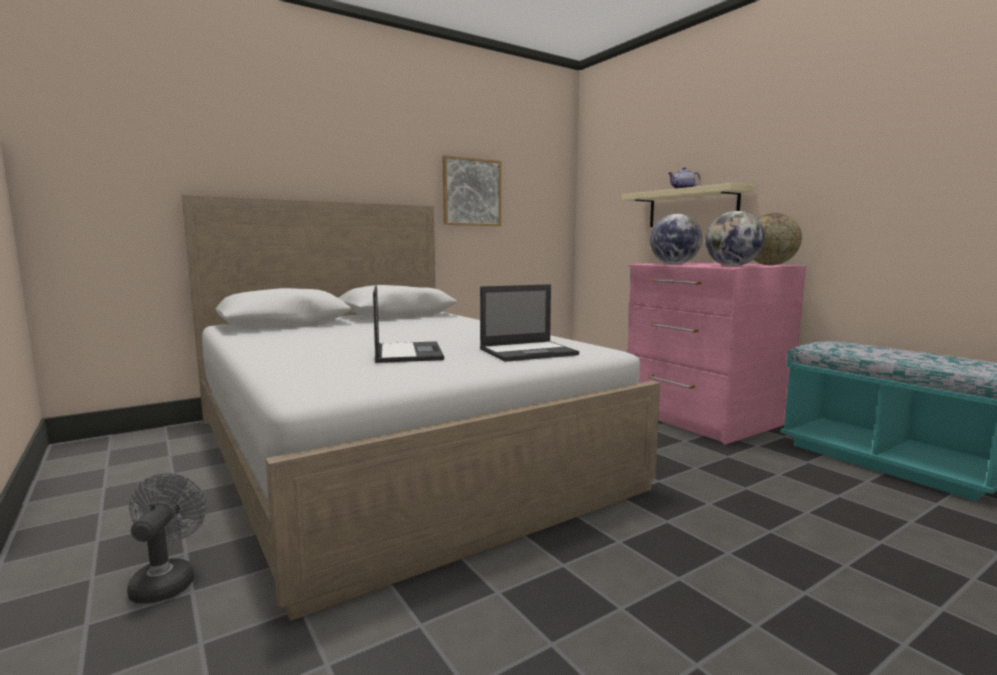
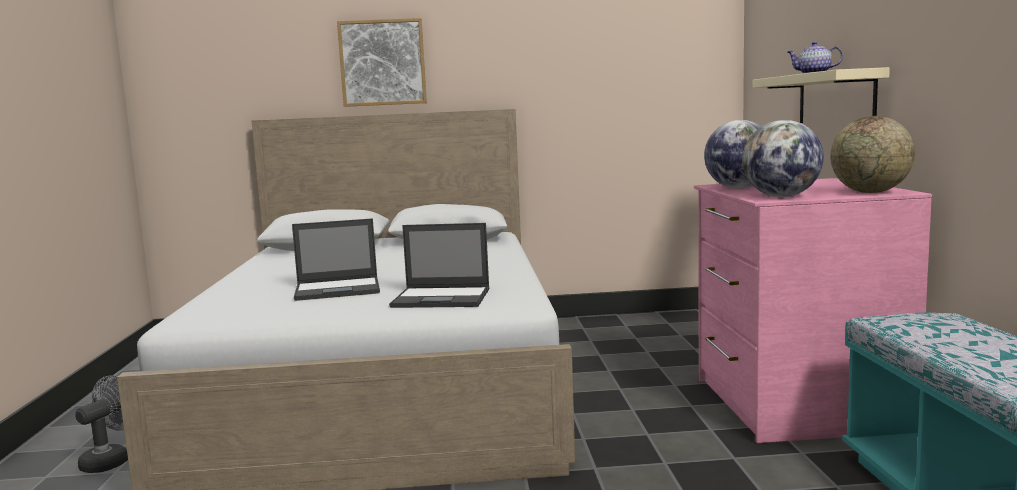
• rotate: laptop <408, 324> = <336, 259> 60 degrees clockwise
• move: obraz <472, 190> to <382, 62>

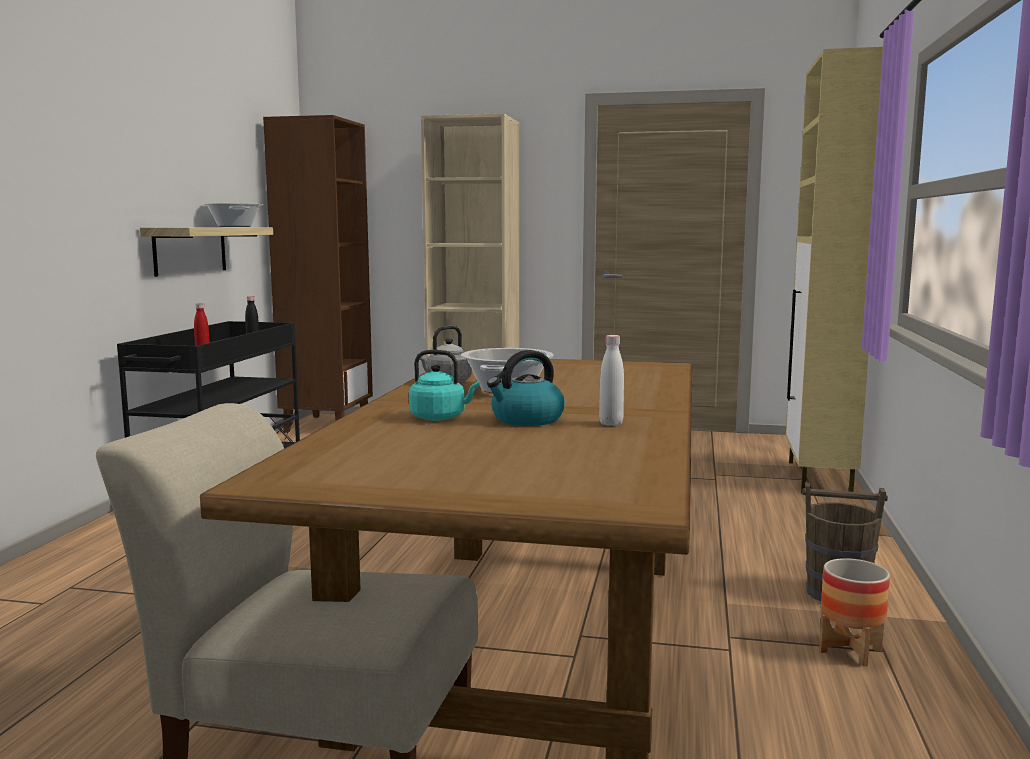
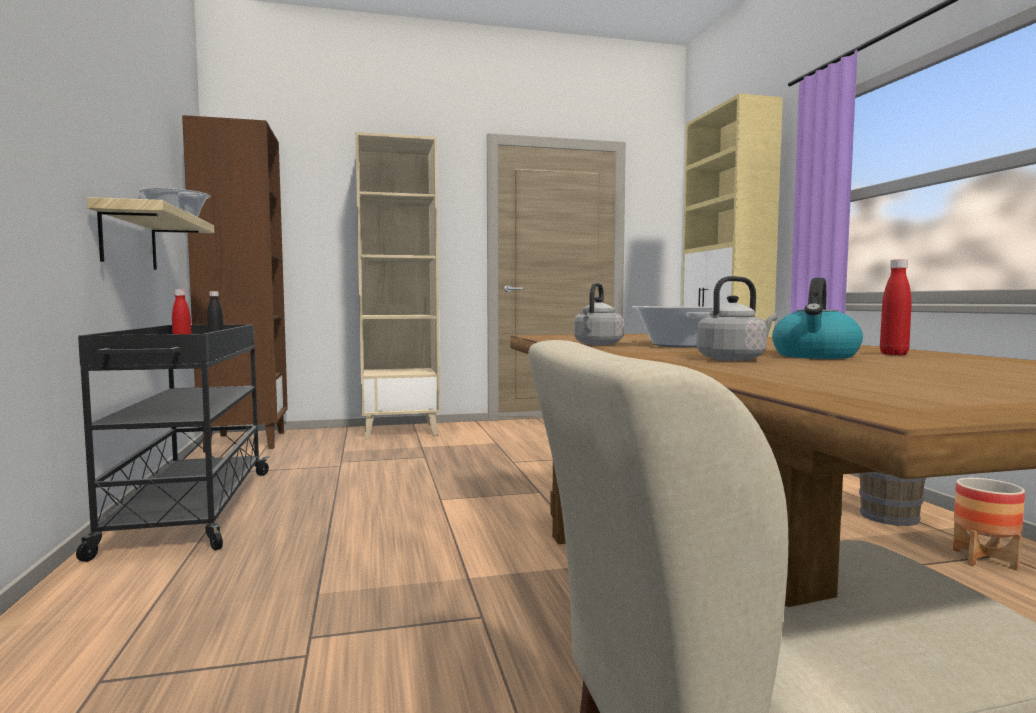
• recolor: czajnik/turkusowy <444, 385> to czajnik/szary <737, 318>
• recolor: butelka/biały <611, 380> to butelka/czerwony <895, 307>

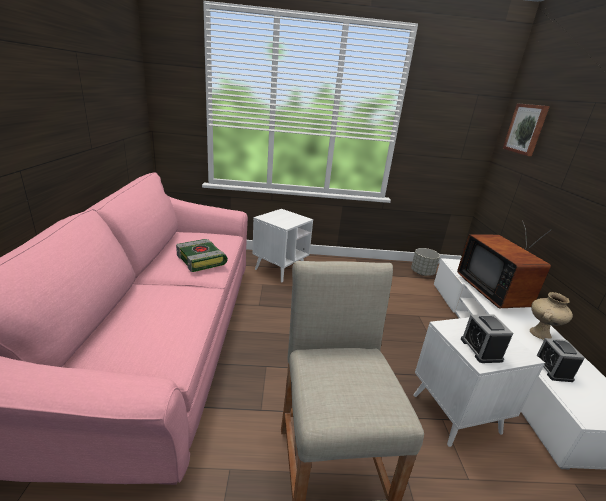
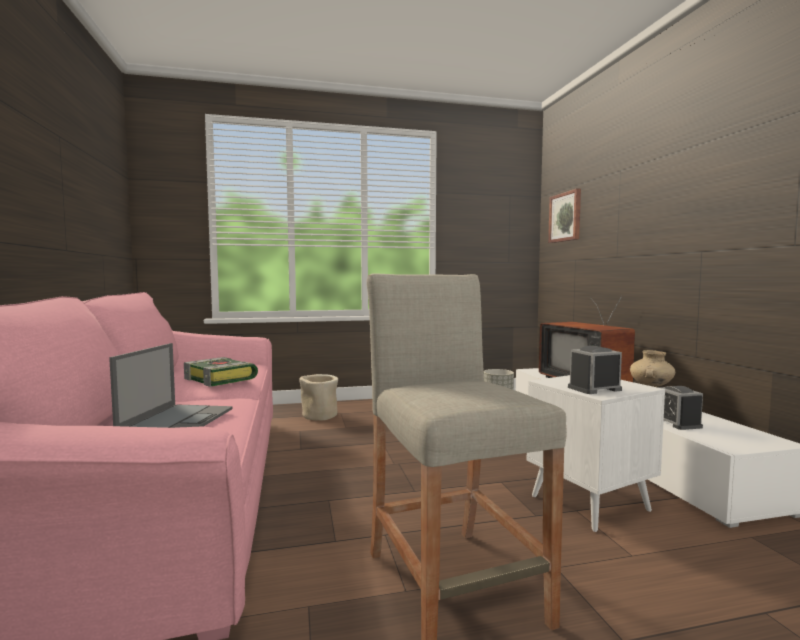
• replace: stolik/biały <282, 246> to donica/beżowy <319, 397>
• rotate: budzik <487, 338> = <595, 369> 90 degrees clockwise
• insert: laptop <171, 385>

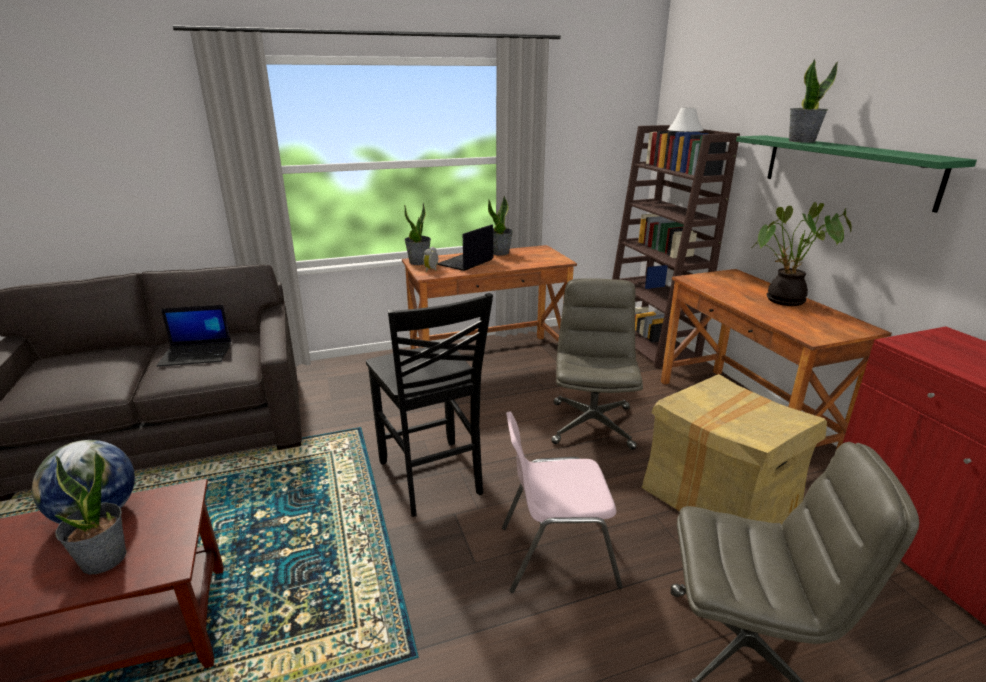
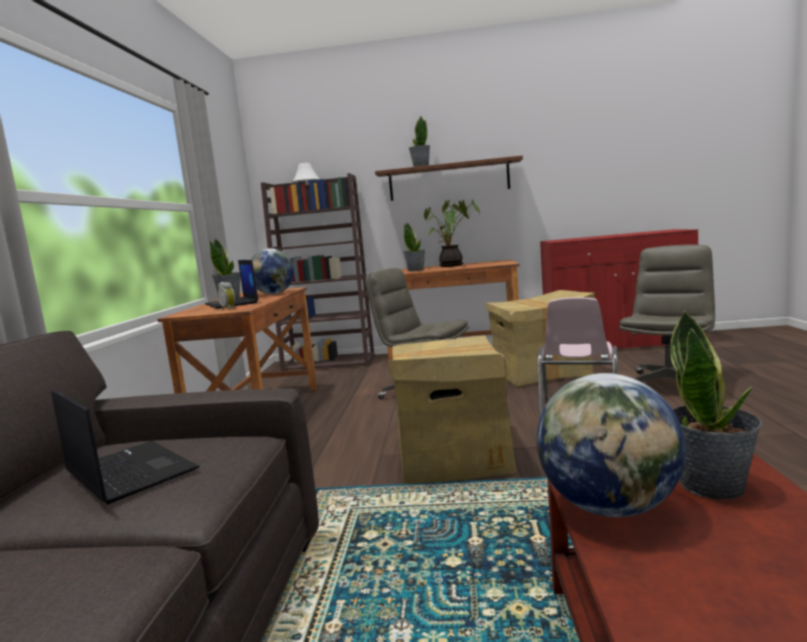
• rotate: laptop <193, 336> = <125, 447> 60 degrees counterclockwise
• replace: krzesło/czarny <429, 405> to karton <452, 409>
• move: roślina doniczkowa <417, 233> to <414, 247>
• recolor: półka/zielony <856, 174> to półka/brązowy <449, 178>
• insert: globus <272, 271>

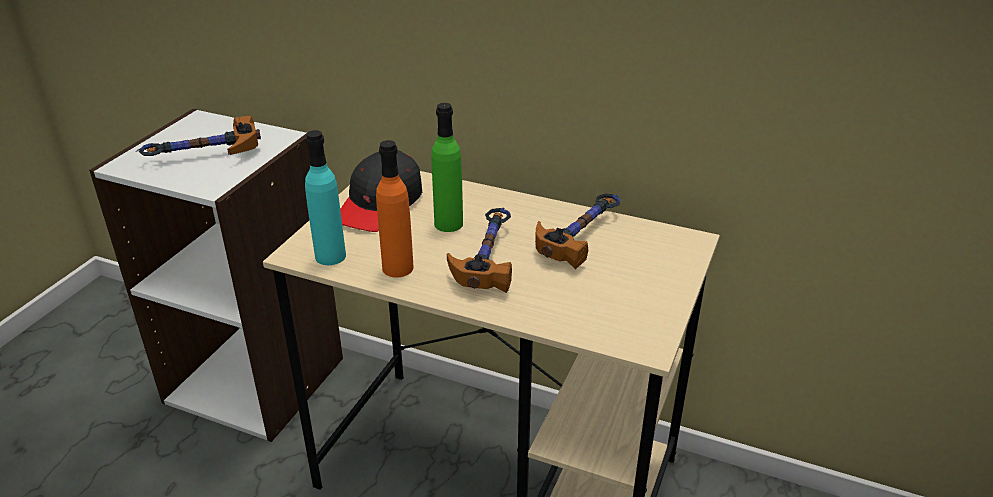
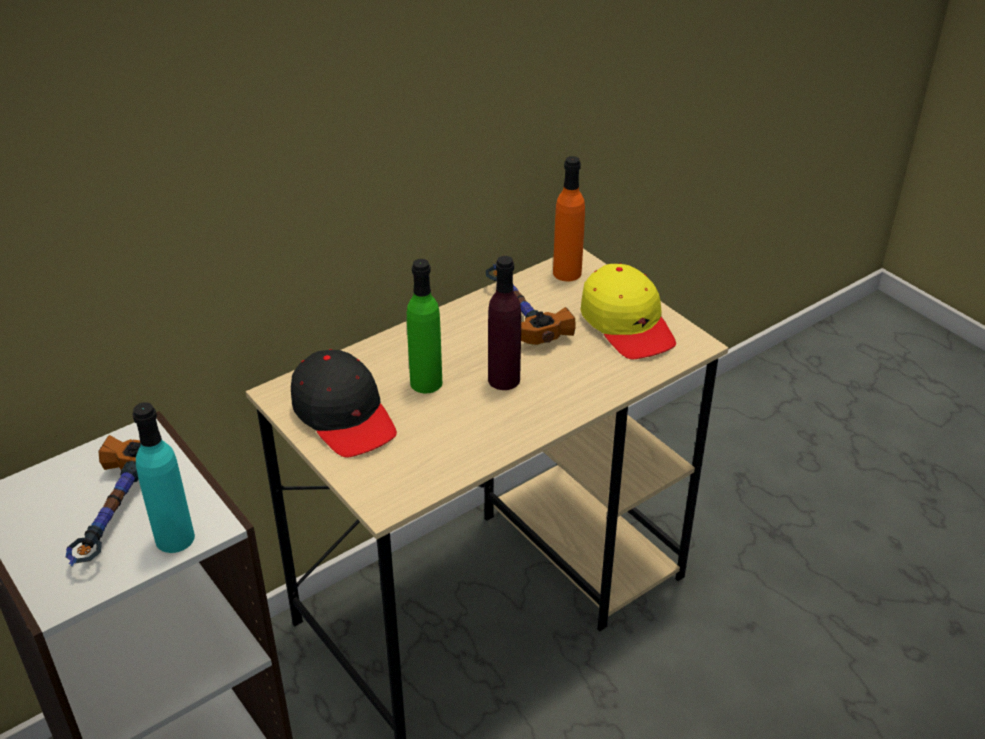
• move: butelka/turkusowy <325, 197> to <163, 477>
• move: butelka/pomarańczowy <394, 208> to <569, 218>
• replace: młotek <479, 250> to butelka/fioletowy <504, 323>
• insert: czapka z daszkiem/żółty <628, 311>

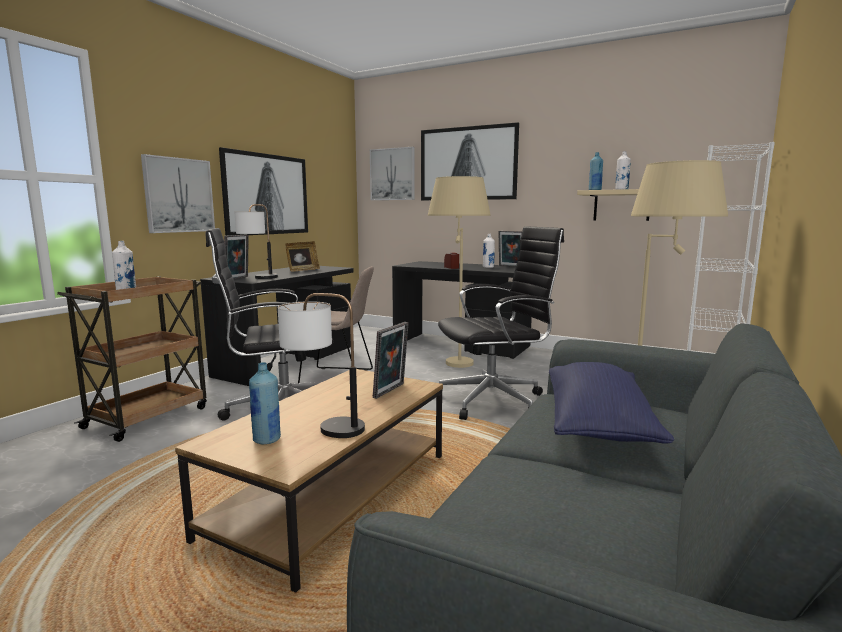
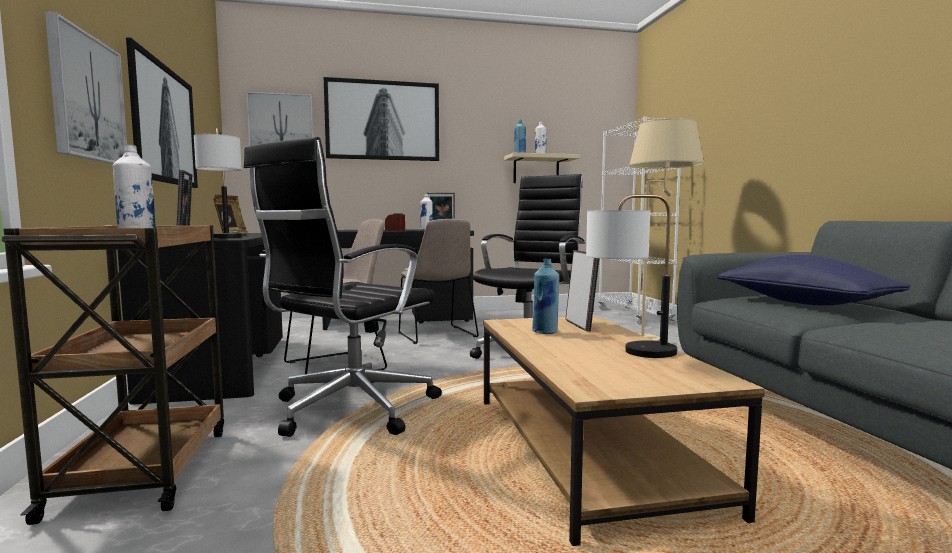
• move: butelka/niebieski <265, 403> to <545, 296>
• replace: lampa stojąca/beżowy <459, 272> to krzesło/beżowy <439, 281>

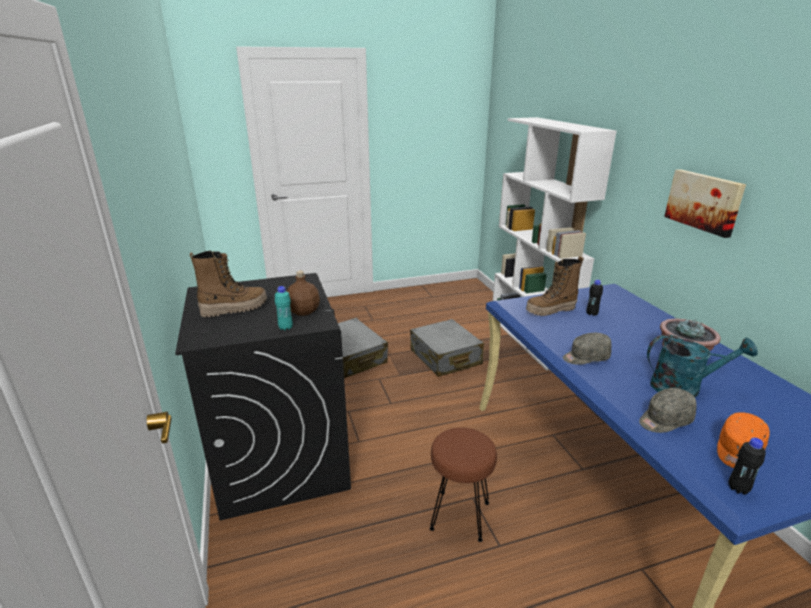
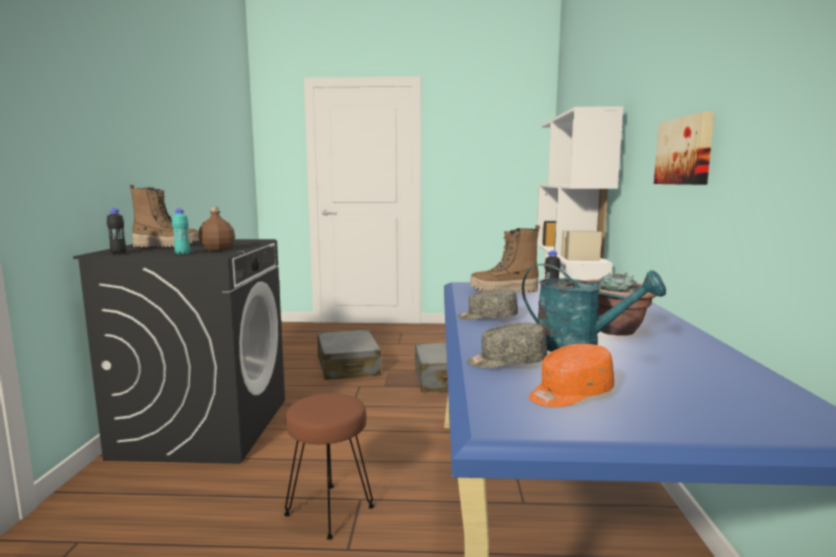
• move: butelka/czarny <747, 466> to <116, 231>

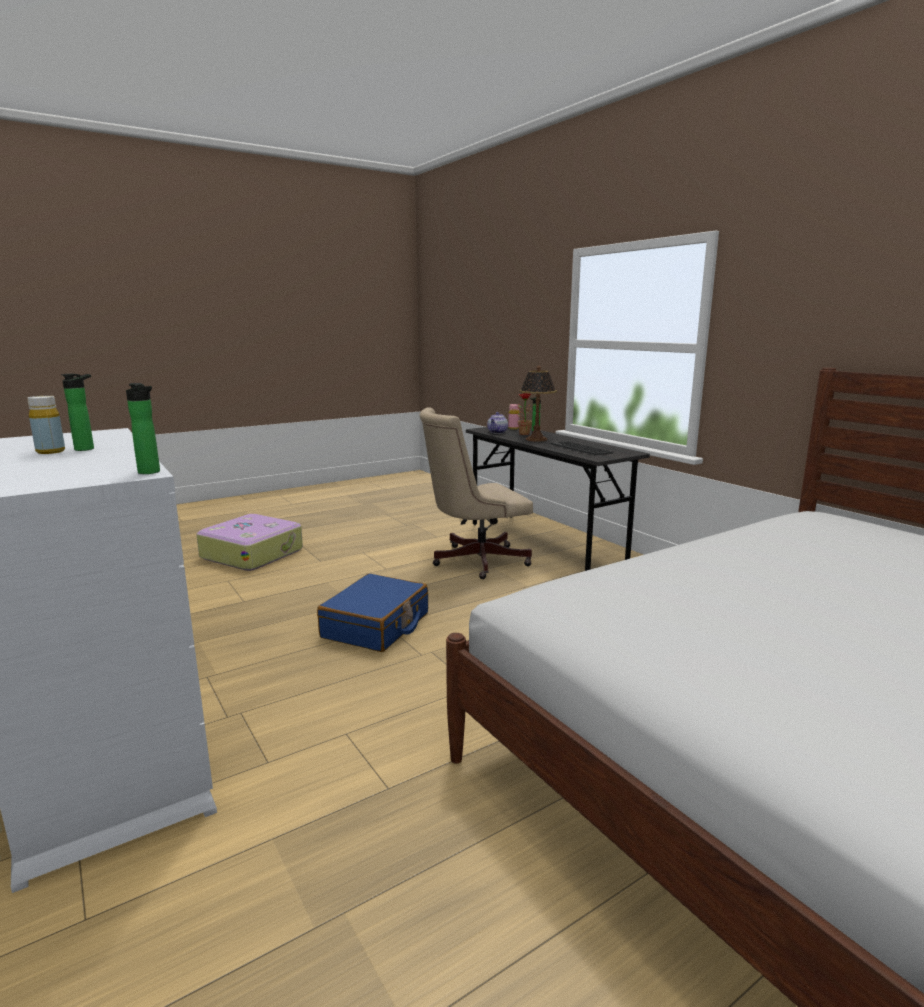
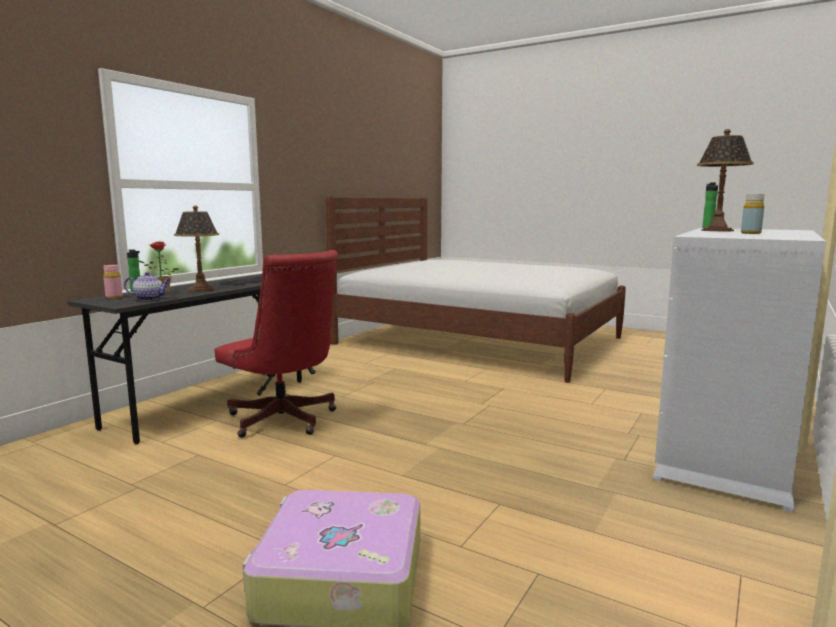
• delete: butelka <77, 412>
• delete: walizka/niebieski <372, 613>
• recolor: krzesło biurowe/beżowy <476, 493> to krzesło biurowe/czerwony <276, 344>
• insert: lampa stołowa <725, 180>

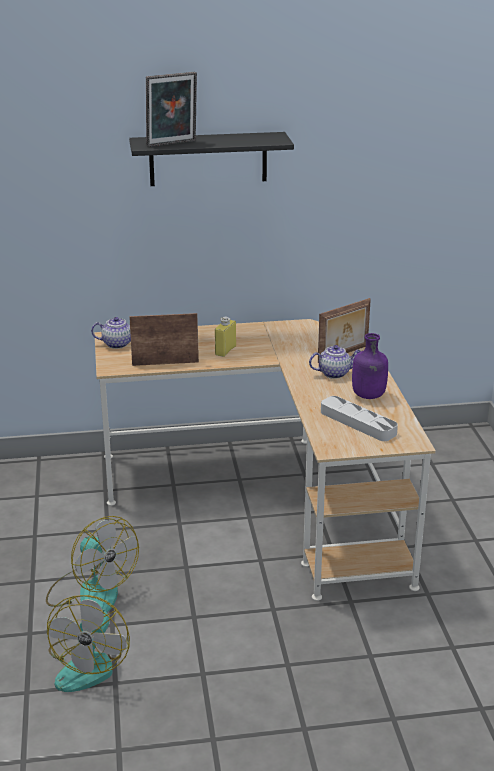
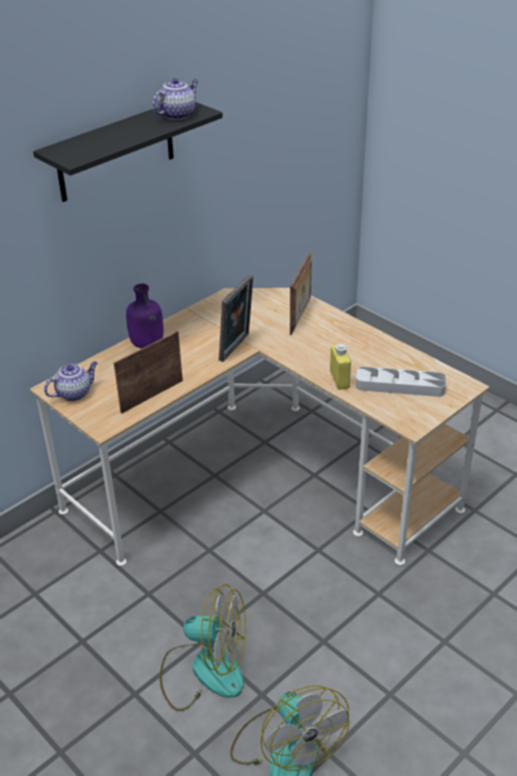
• move: ramka na zdjęcie <171, 109> to <236, 318>
• move: butelka/żółty <225, 337> to <340, 367>
• move: imbryk <335, 362> to <175, 99>
• move: butelka/fioletowy <370, 366> to <144, 316>

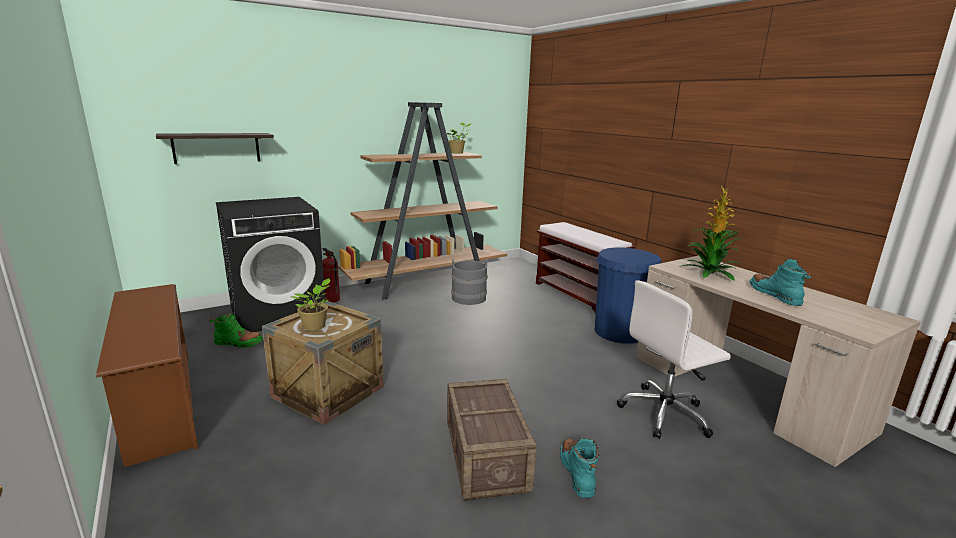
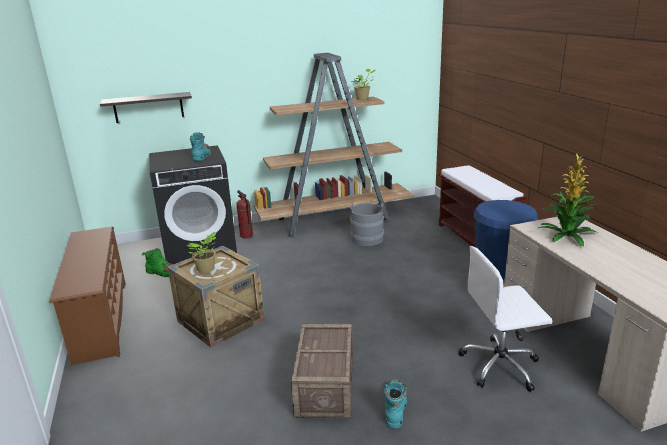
• move: but z cholewką/turkusowy <780, 282> to <200, 146>

